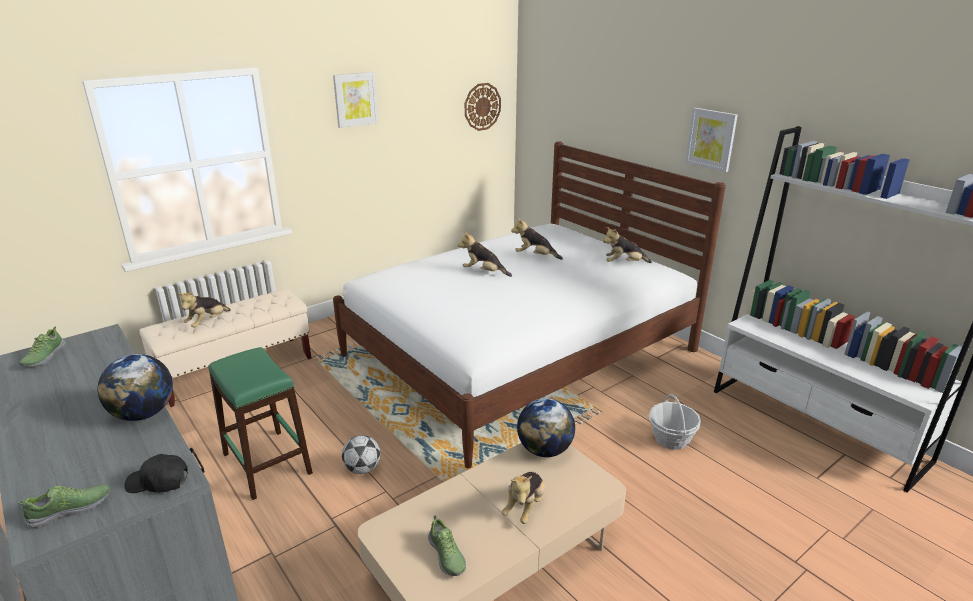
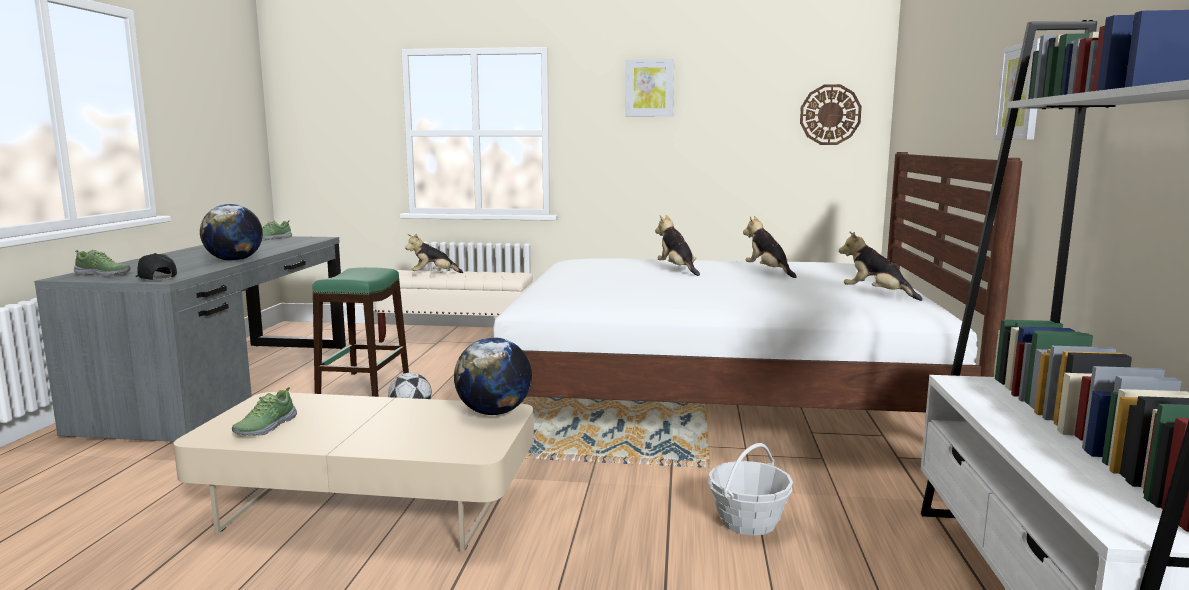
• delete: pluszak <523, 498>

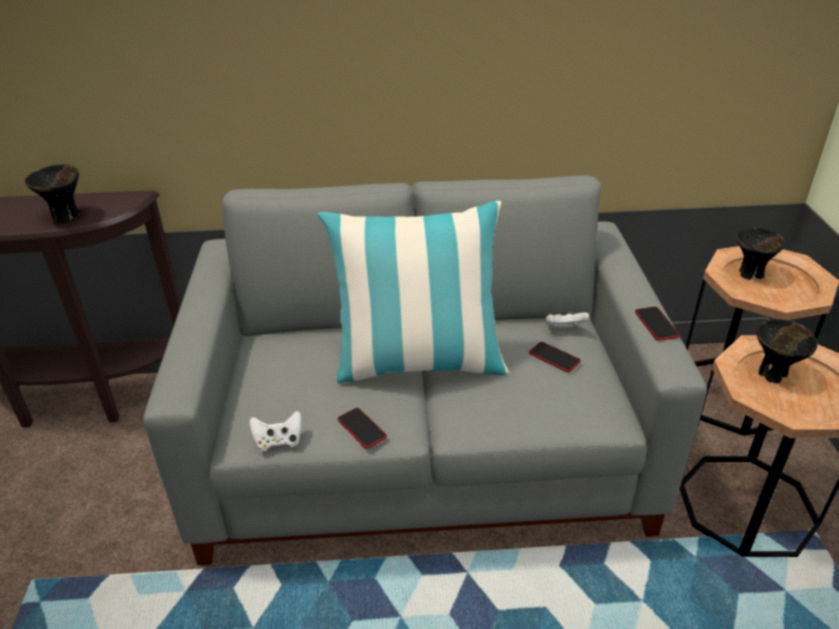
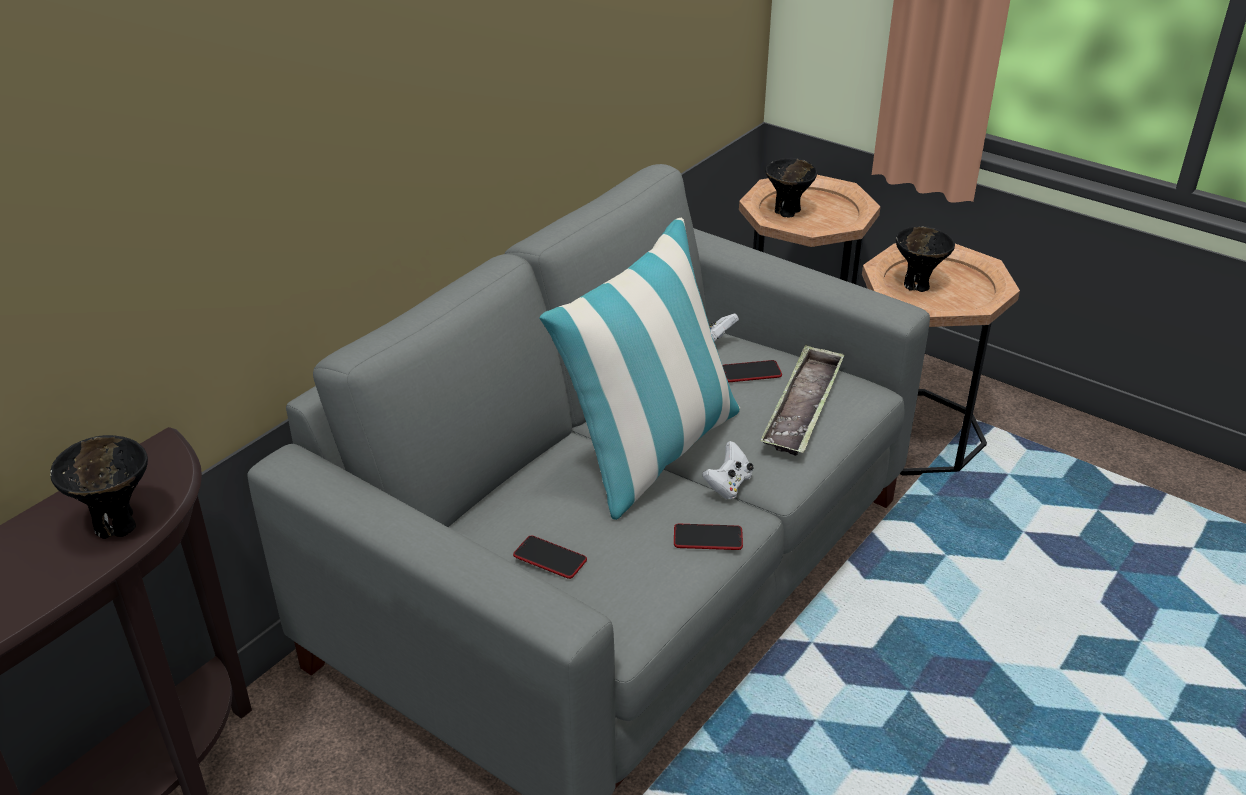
• move: pad do gier/biały <275, 431> to <728, 470>
• move: telefon <657, 324> to <550, 557>
• insert: taca <802, 400>

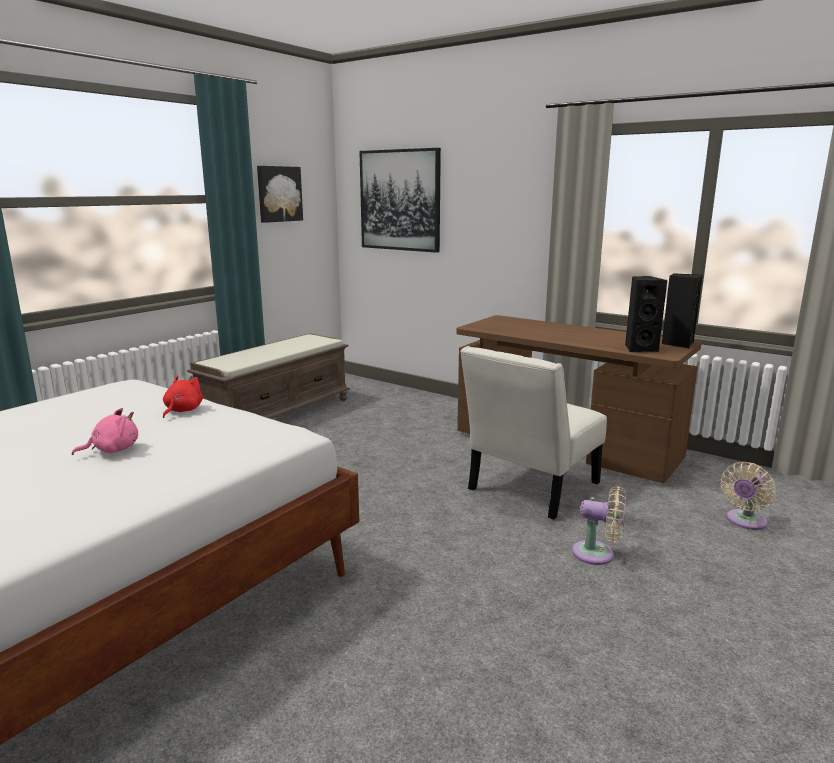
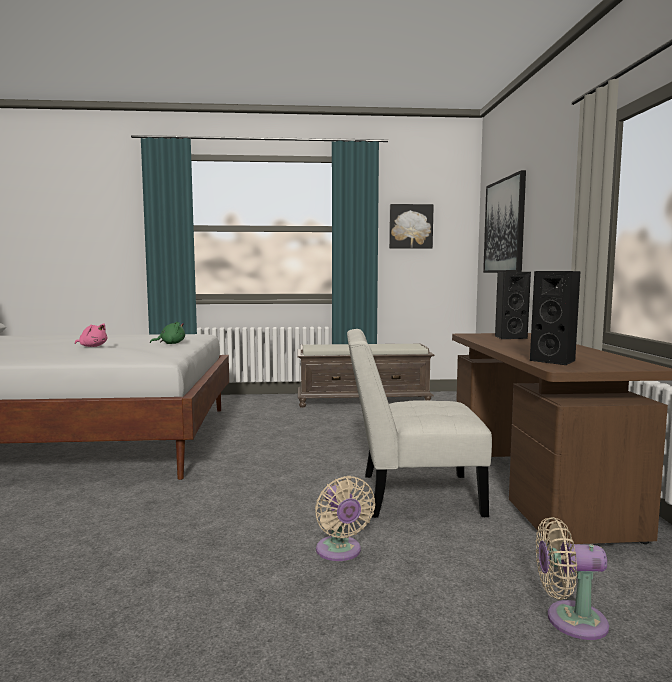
• recolor: pluszak/czerwony <183, 396> to pluszak/zielony <167, 333>
• move: głośnik/czarny <682, 310> to <513, 305>

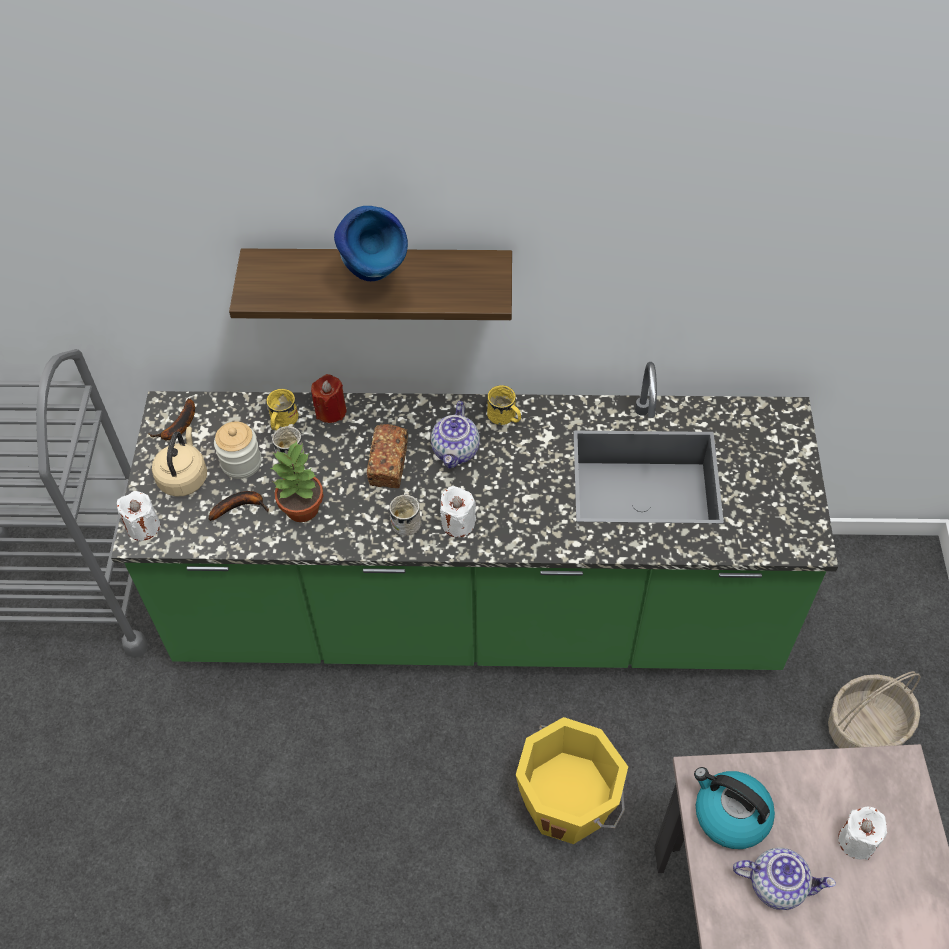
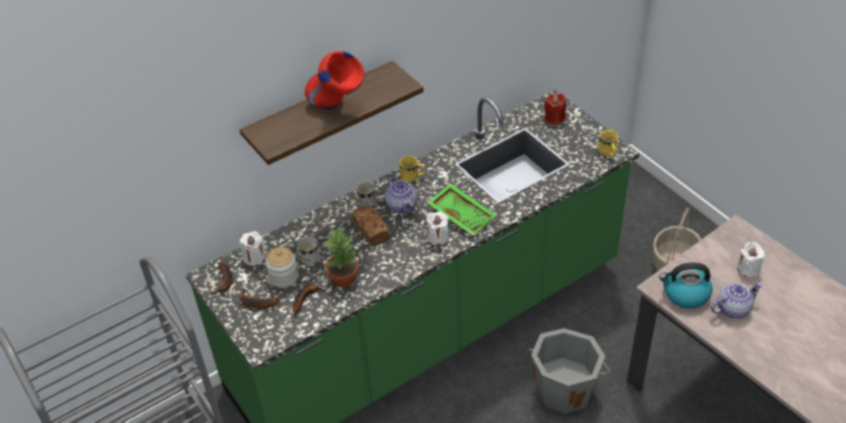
• move: świeca/biały <138, 516> to <253, 248>
• replace: czajnik/beżowy <179, 462> to banan <259, 298>
• move: kubek/żółty <282, 409> to <608, 143>
• move: świeca/czerwony <328, 398> to <555, 109>
• recolor: wazon/niebieski <371, 243> to wazon/czerwony <334, 80>
• move: kubek/biały <405, 514> to <366, 194>
• recolor: wiadro/żółty <572, 780> to wiadro/szary <569, 371>
• insert: taca/zielony <461, 209>

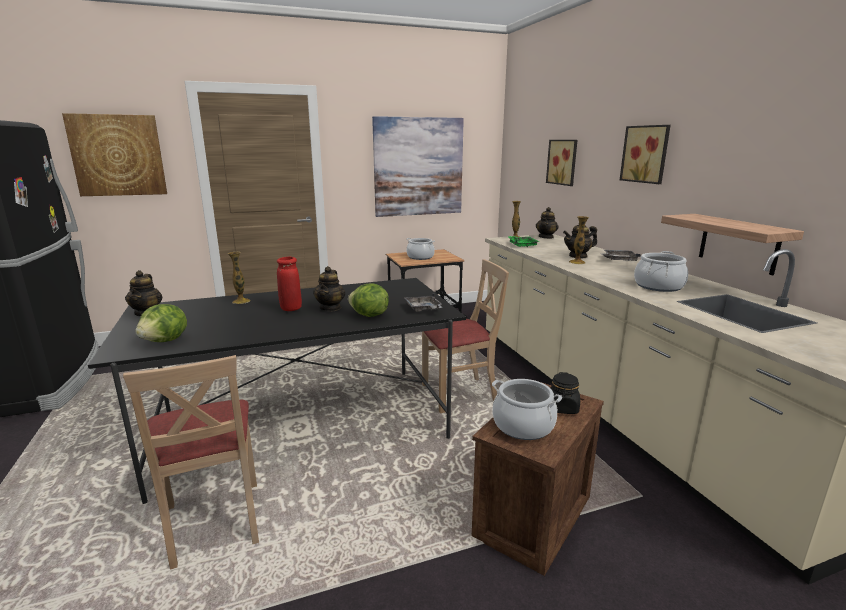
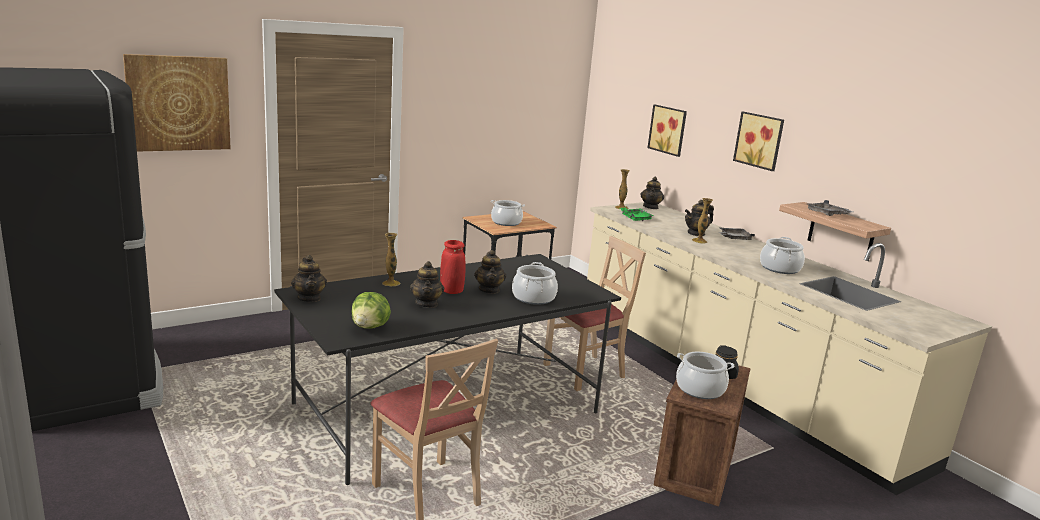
• replace: sałata <368, 300> to garnek <535, 283>
• delete: obraz <418, 166>
• move: taca/szary <424, 302> to <830, 208>
• insert: imbryk <427, 284>

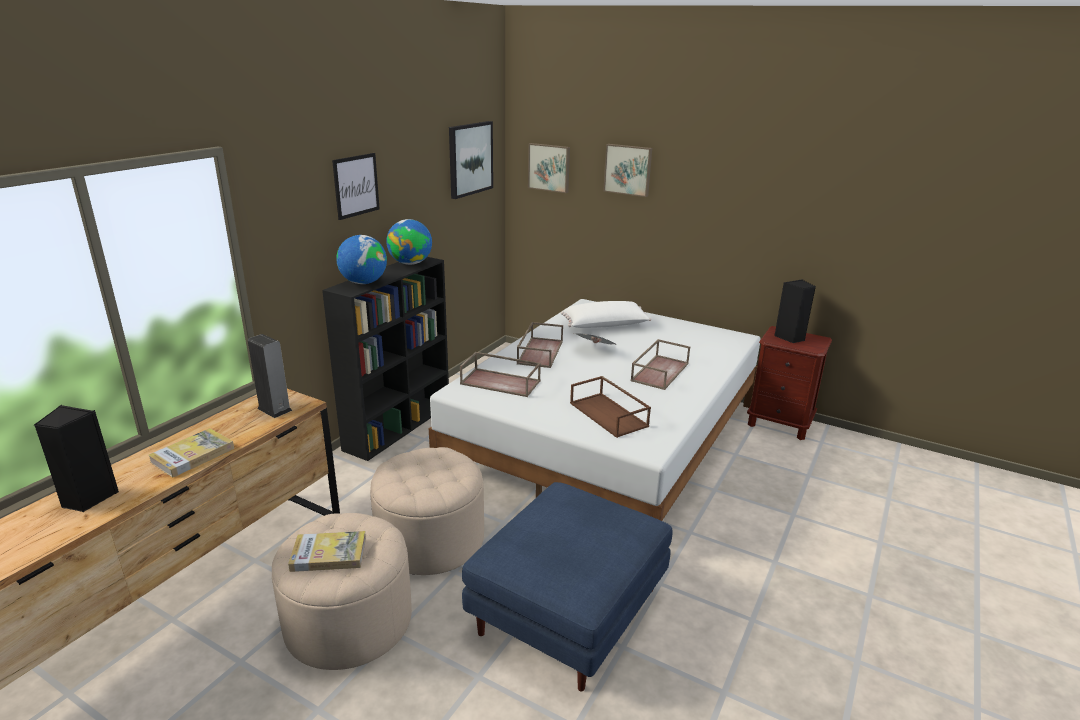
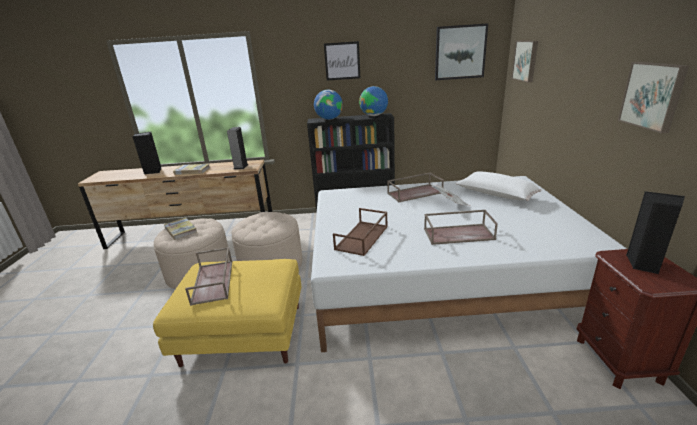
• move: taca/brązowy <500, 374> to <208, 276>
• recolor: pufa/niebieski <567, 587> to pufa/żółty <227, 313>
• move: obraz <627, 170> to <653, 97>

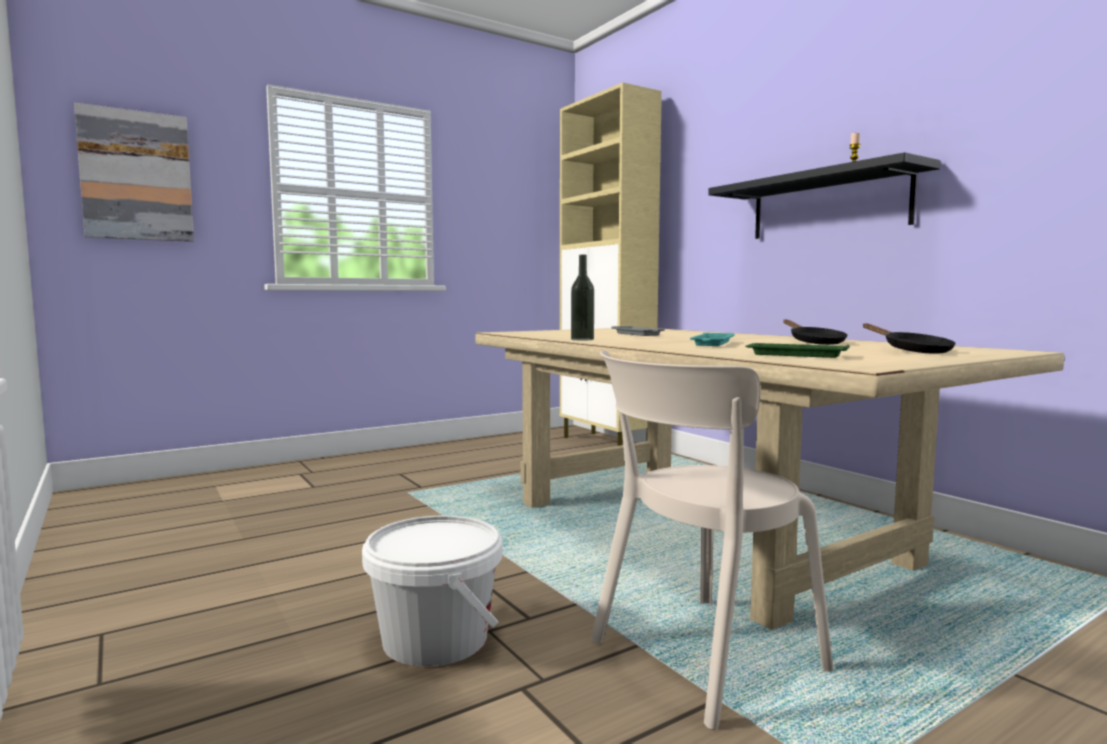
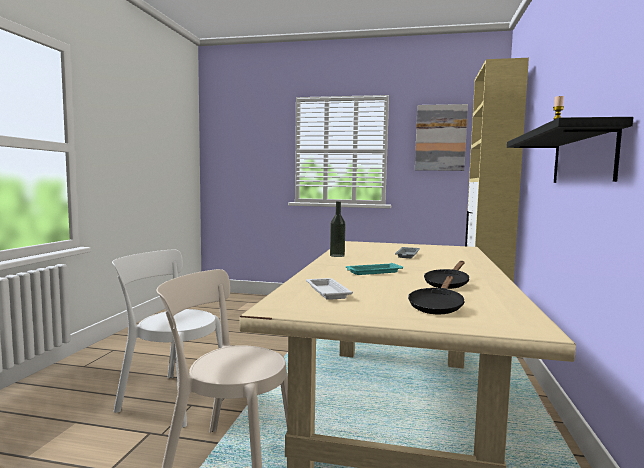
• move: obraz <134, 172> to <441, 137>
• replace: wiadro/biały <432, 591> to krzesło/biały <166, 339>
• recolor: taca/zielony <797, 350> to taca/biały <329, 289>

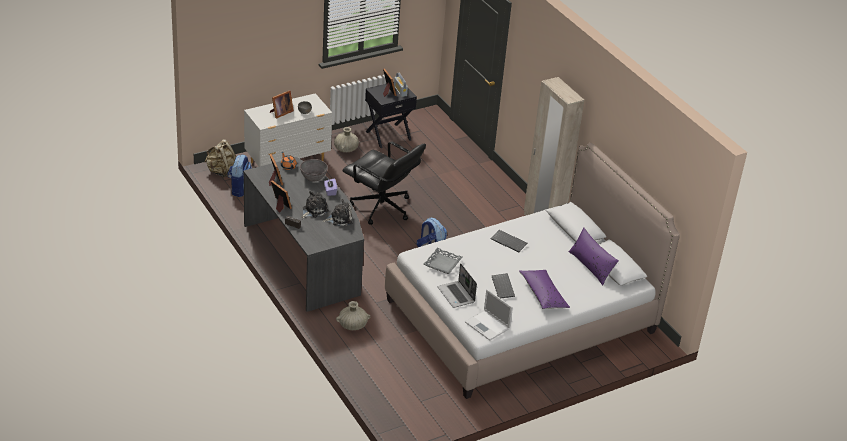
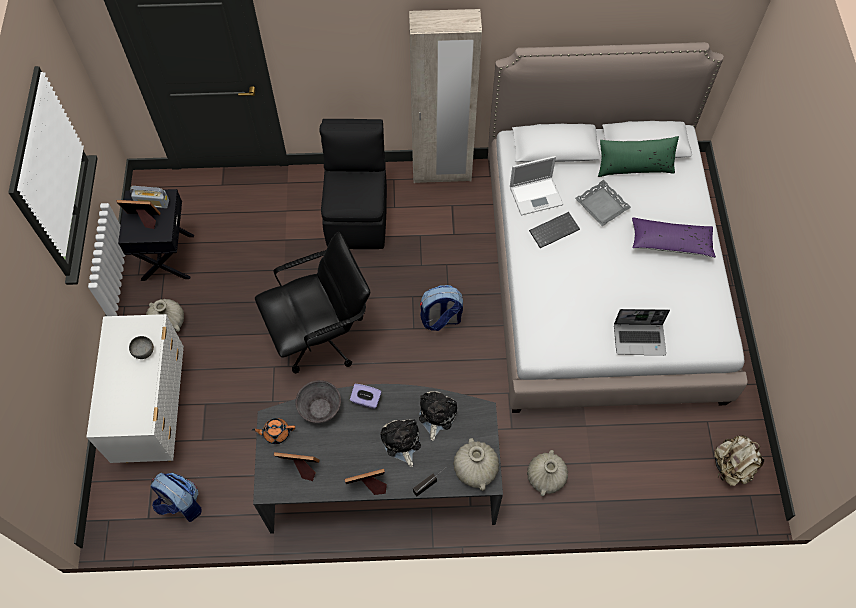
• move: plecak/beżowy <220, 158> to <739, 461>
• delete: ramka na zdjęcie <282, 104>
• move: taca/szary <443, 261> to <603, 203>
• move: laptop <489, 315> to <537, 185>
• delete: klawiatura <503, 285>
• recolor: poduszka/fioletowy <593, 256> to poduszka/zielony <638, 156>
• insert: krzesło/czarny <353, 184>
• insert: wazon/beżowy <476, 464>

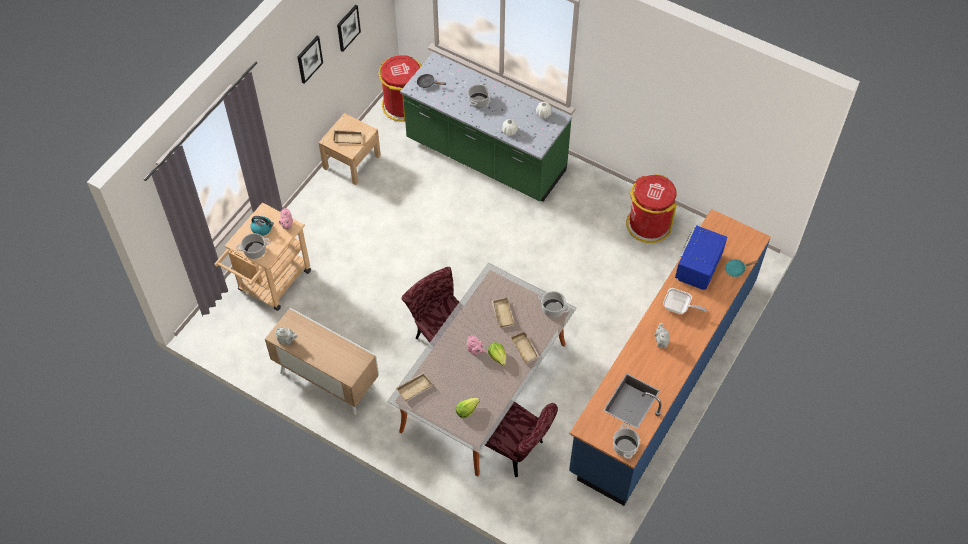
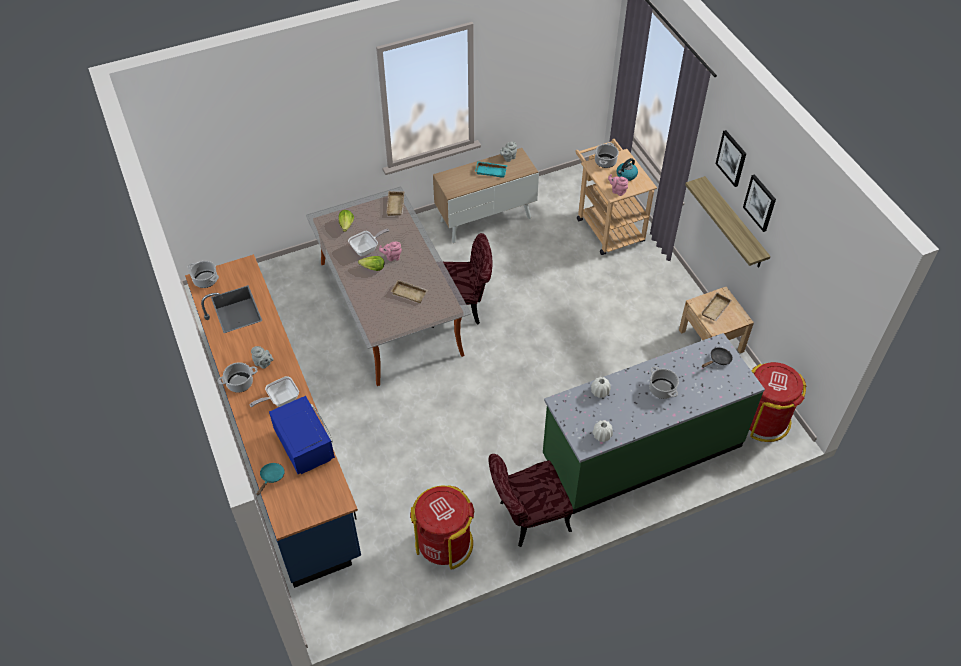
• move: obraz <349, 28> to <730, 158>
• move: krzesło/czerwony <521, 439> to <530, 500>
• delete: taca/beżowy <525, 347>
• move: garnek <554, 304> to <237, 377>
• insert: patelnia <369, 242>
• insert: taca/turkusowy <491, 170>
• insert: półka <728, 222>

